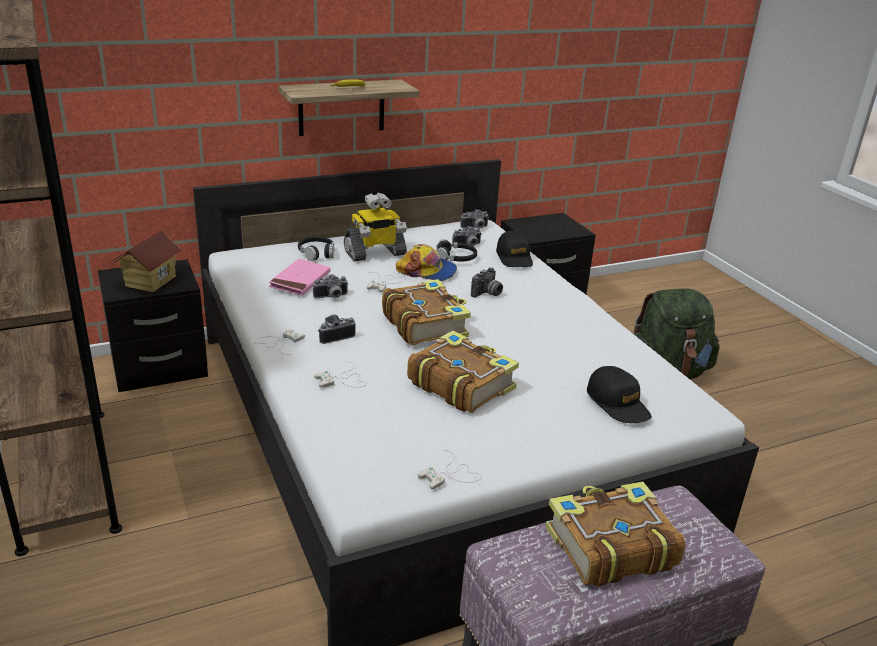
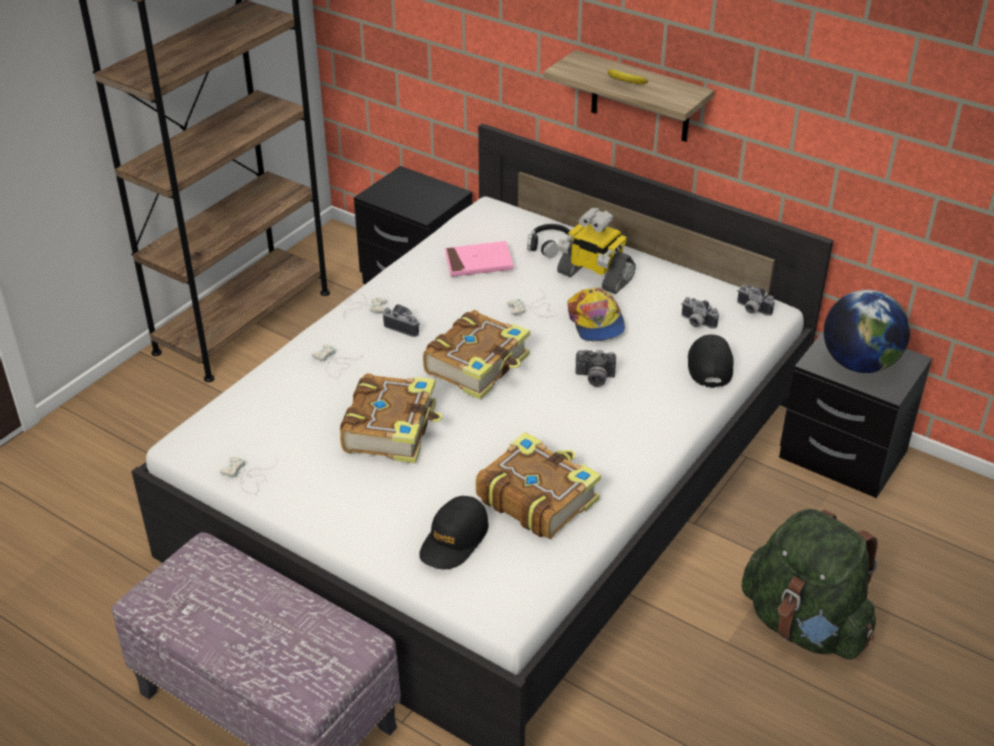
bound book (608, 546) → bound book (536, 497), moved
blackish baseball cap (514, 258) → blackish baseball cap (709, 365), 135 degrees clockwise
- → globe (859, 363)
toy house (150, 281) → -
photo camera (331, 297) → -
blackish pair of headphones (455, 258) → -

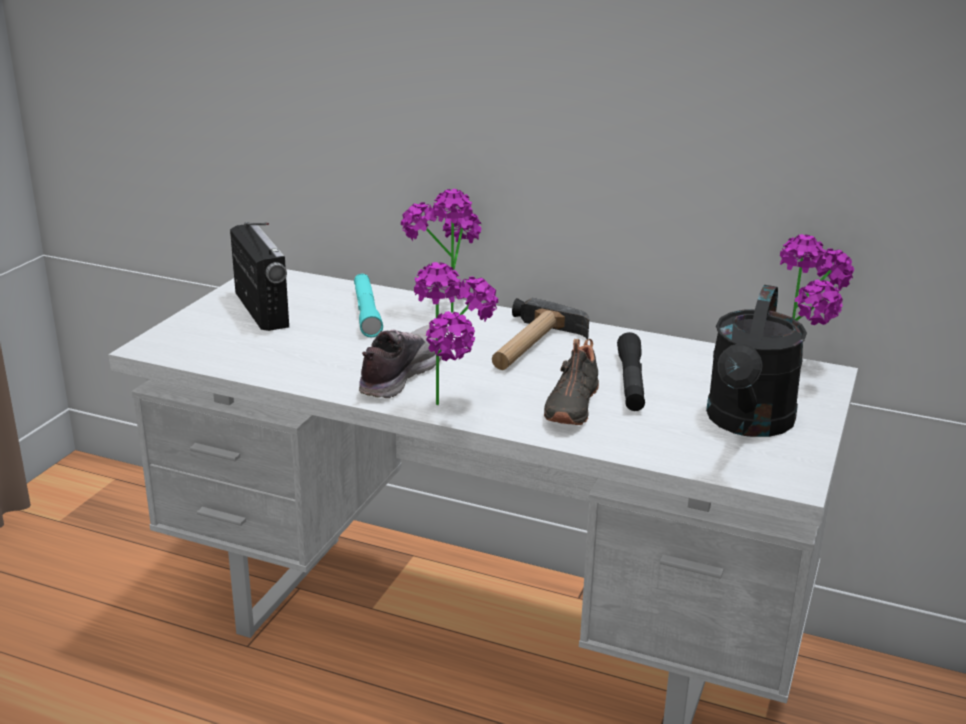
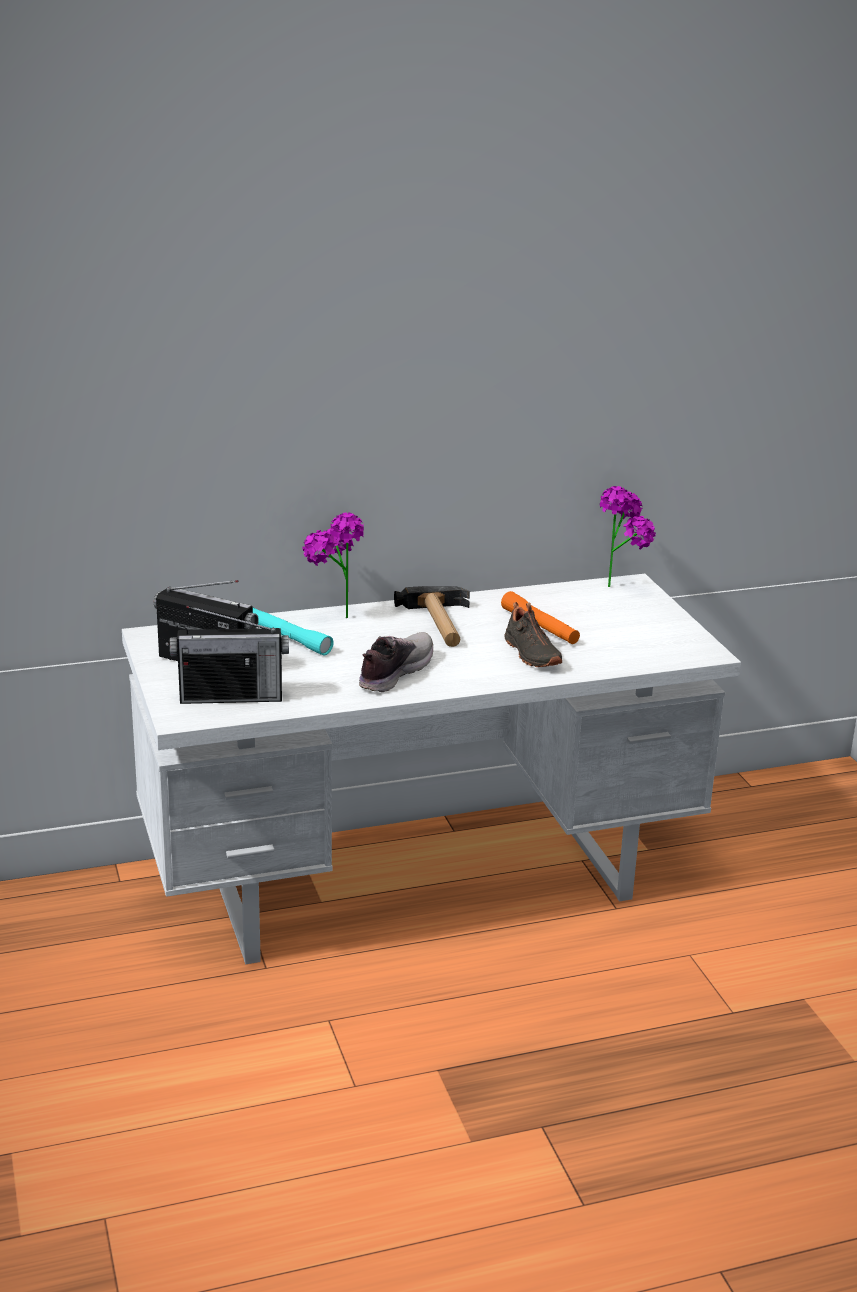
- → radio (231, 697)
low shoe (399, 374) → low shoe (393, 673), 45 degrees clockwise
blackish torch (631, 382) → orange-coloured torch (540, 627)
houseplant (455, 407) → -
blackish watering can (747, 423) → -

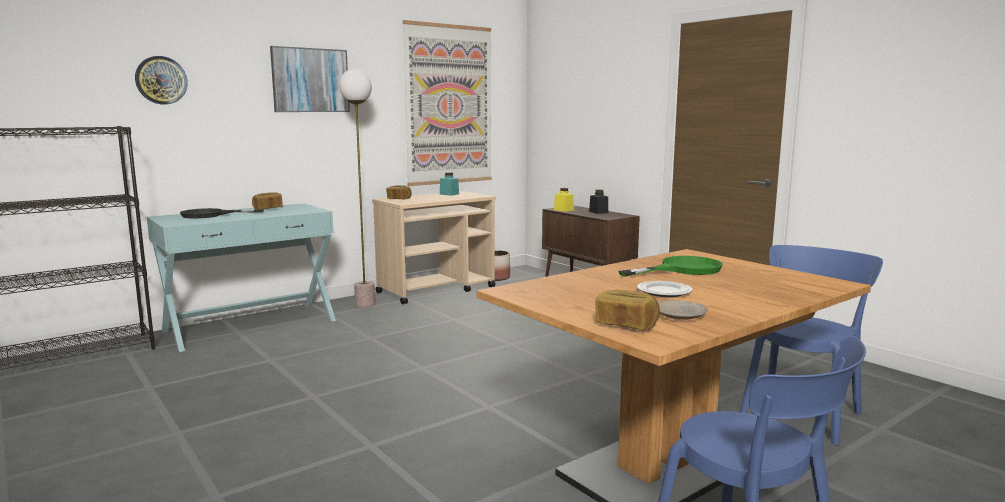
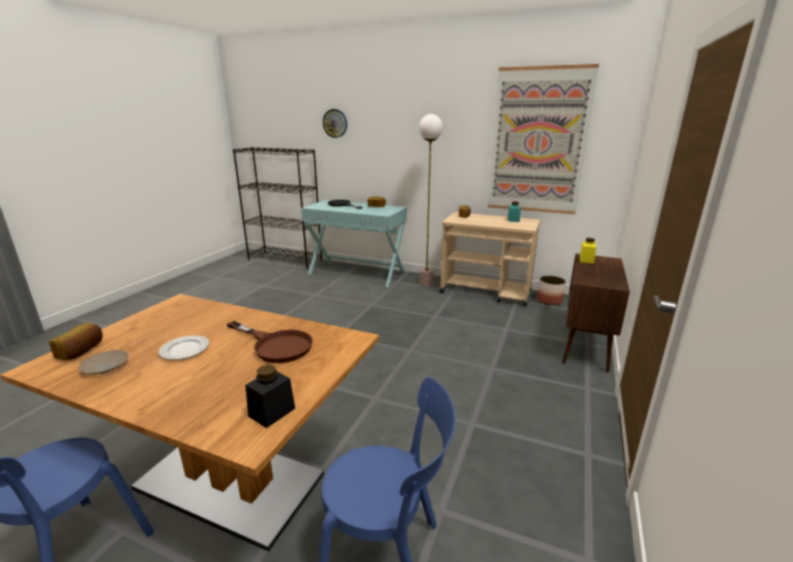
greenish skillet (682, 269) → brown-coloured skillet (276, 345)
blackish storage jar (598, 212) → blackish storage jar (272, 412), moved
wall art (310, 80) → -

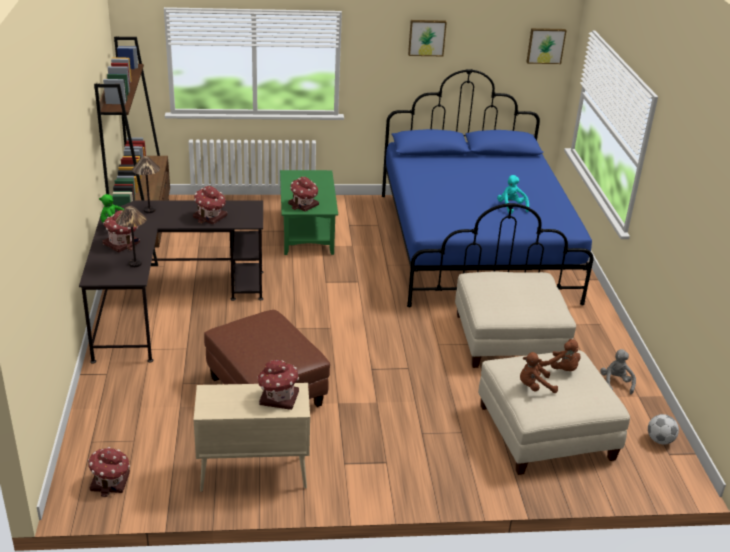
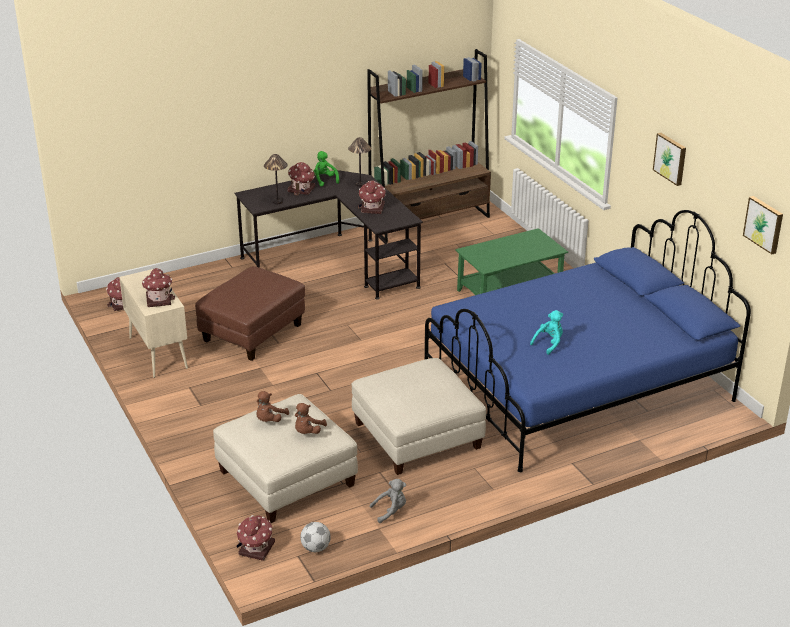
toy house (304, 205) → toy house (256, 549), moved
brown-coloured cuddly toy (534, 387) → brown-coloured cuddly toy (269, 420), 120 degrees counterclockwise

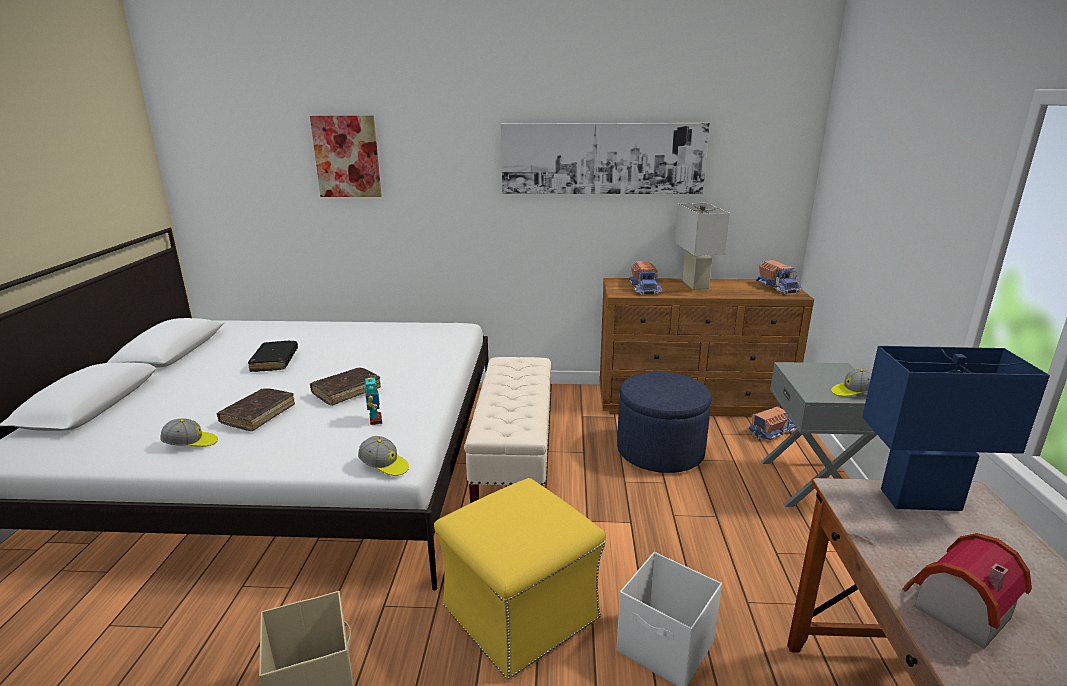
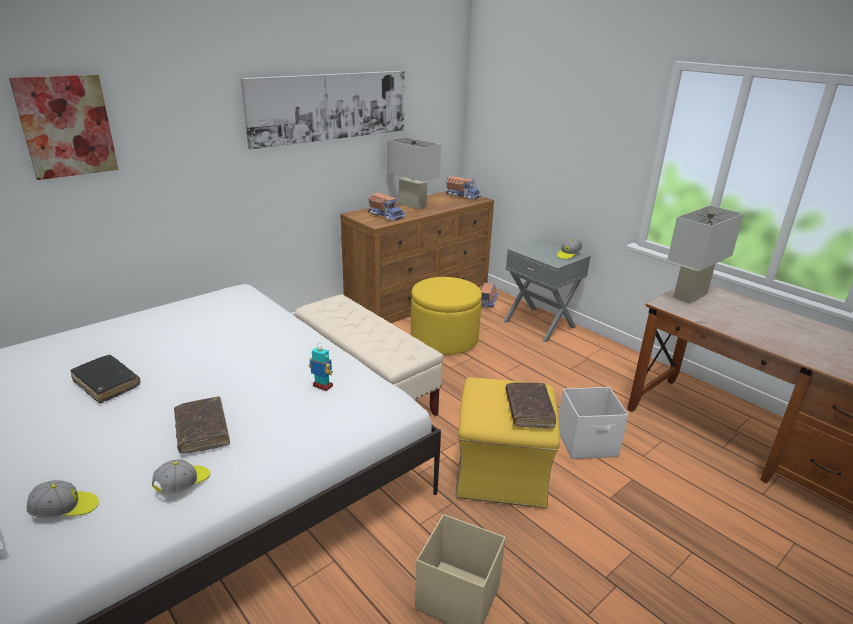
baseball cap (384, 466) → baseball cap (65, 509), moved
bluish pouffe (660, 451) → yellow-coloured pouffe (444, 339)
brown-coloured bound book (346, 391) → brown-coloured bound book (529, 410), moved
bluish lamp for a table (920, 500) → white lamp for a table (690, 296)
toy house (954, 609) → -

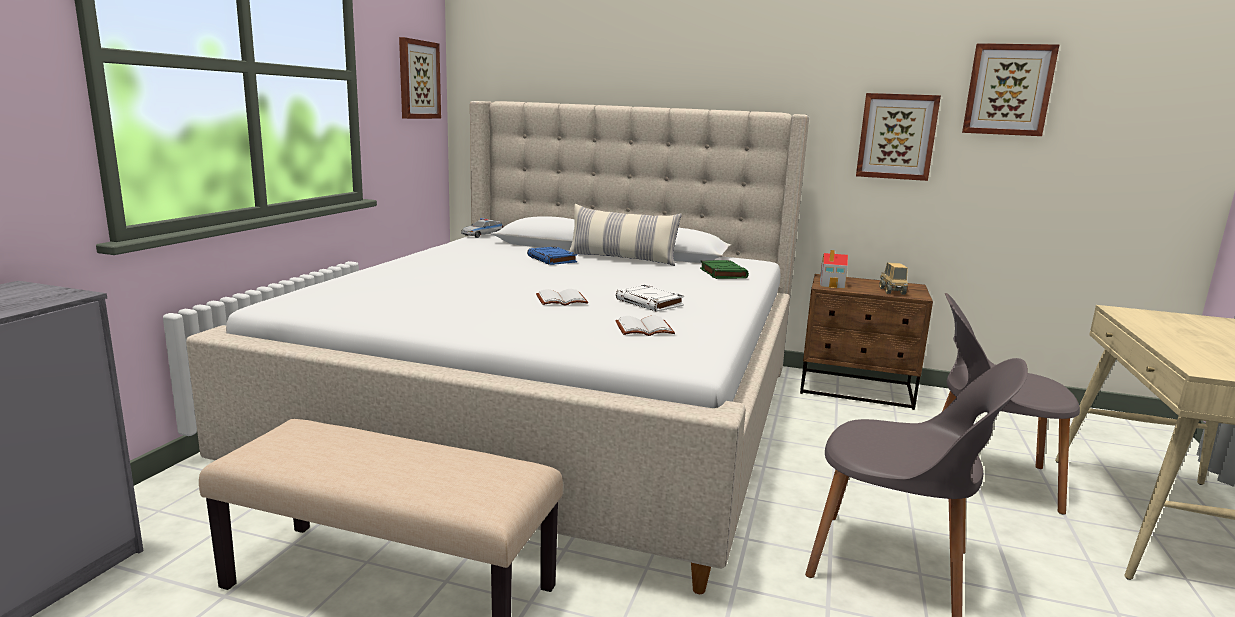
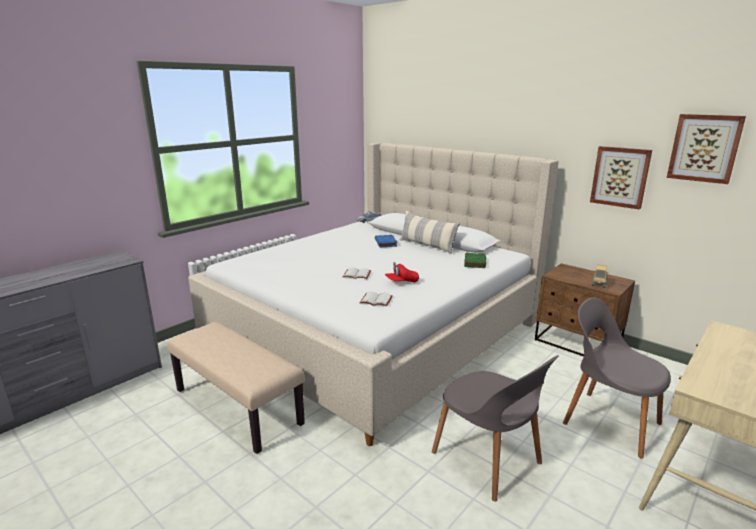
white bound book (650, 303) → reddish baseball cap (402, 282)
wall art (418, 79) → -
toy house (832, 285) → -

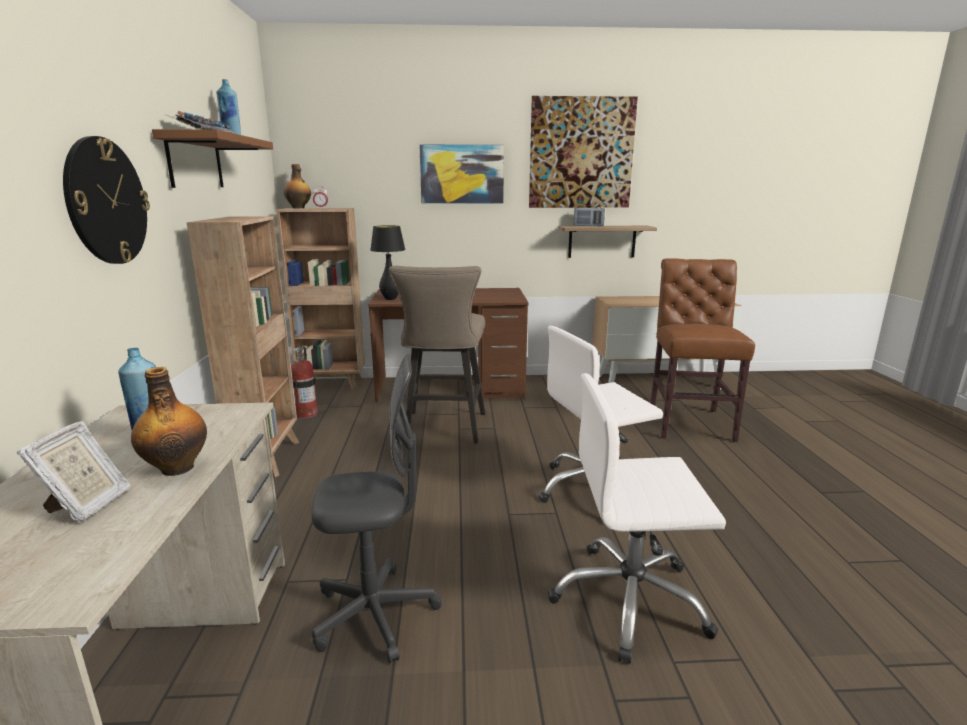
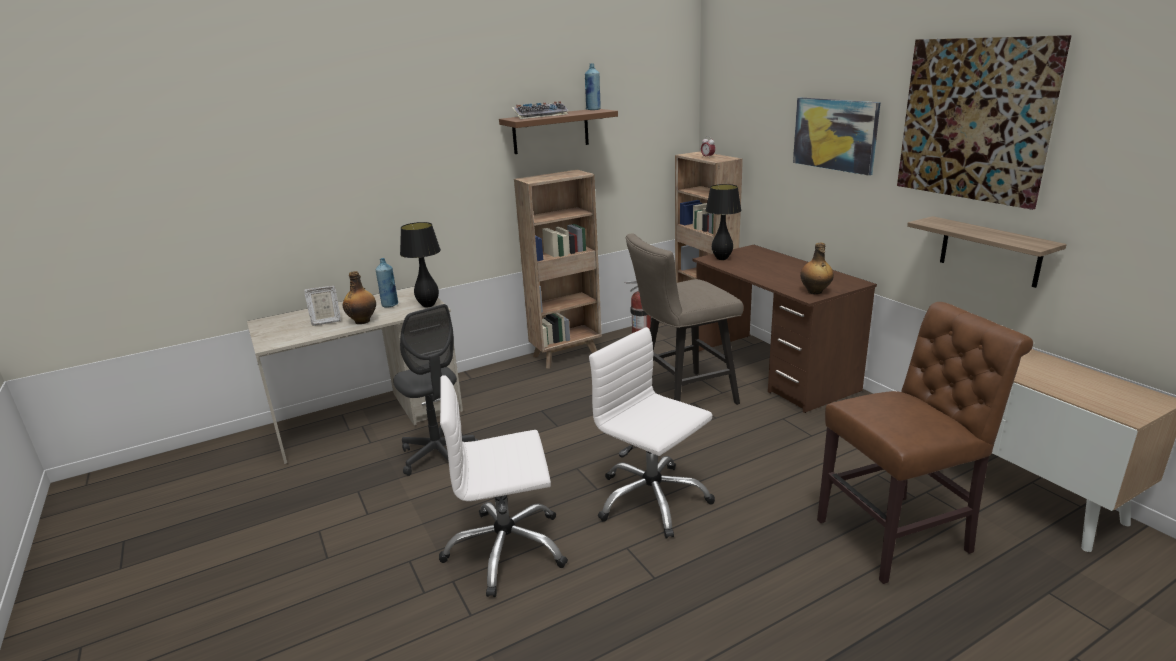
- → blackish lamp for a table (428, 305)
white desk chair (629, 600) → white desk chair (506, 549), 75 degrees counterclockwise
drink bottle (299, 208) → drink bottle (815, 292), moved
wall clock (106, 201) → -
radio (588, 226) → -

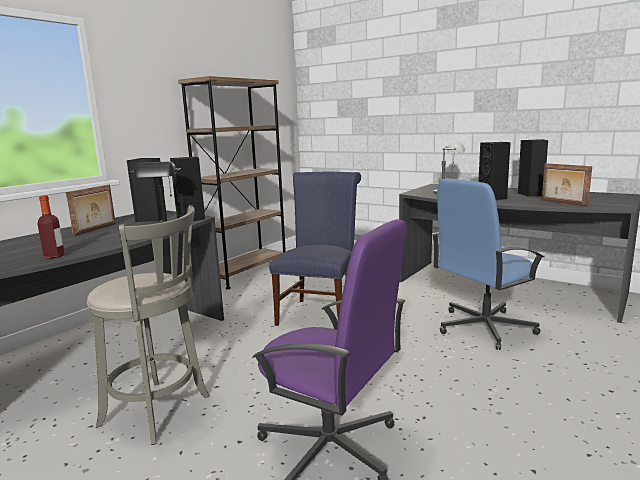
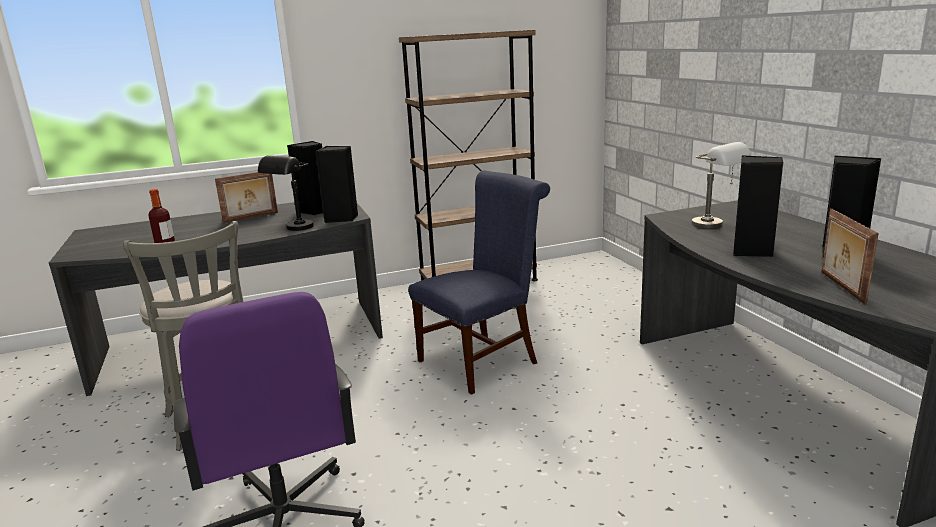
bluish desk chair (483, 327) → -

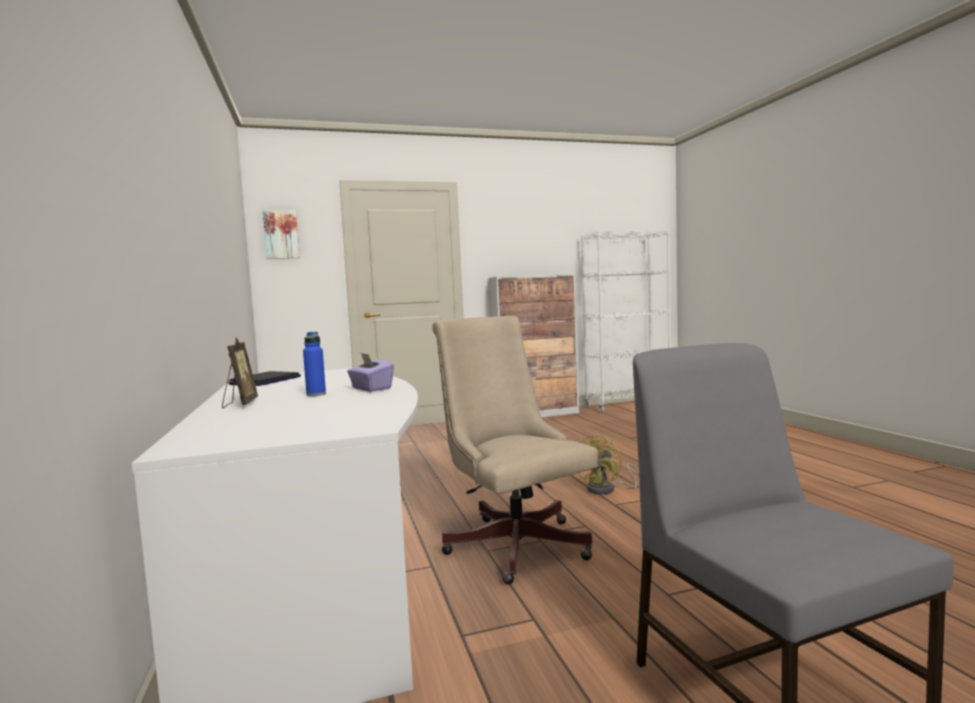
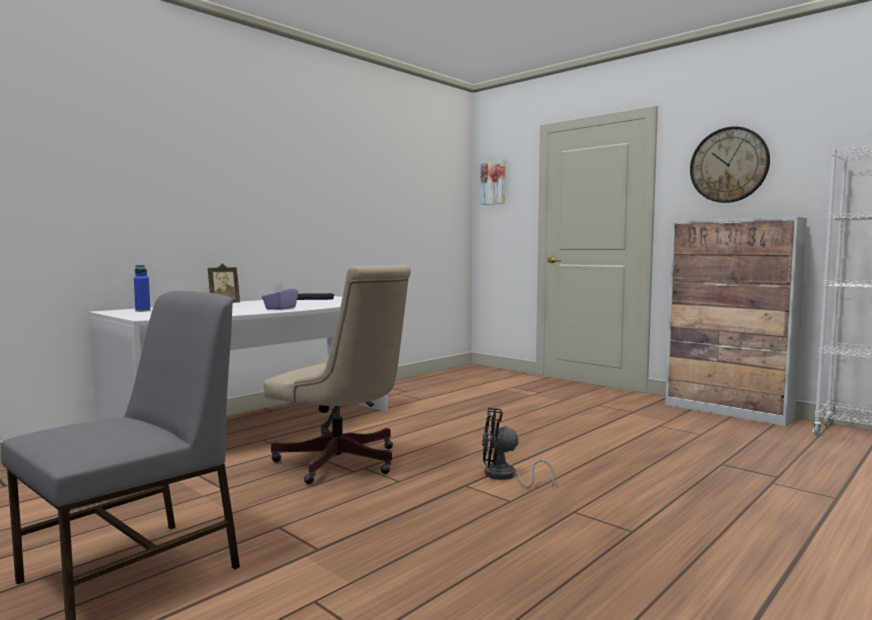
bluish drink bottle (316, 394) → bluish drink bottle (142, 311), moved
beige-coloured desk chair (513, 542) → beige-coloured desk chair (344, 463), 90 degrees clockwise
yellow-coloured cooling fan (607, 489) → blackish cooling fan (505, 477)
- → wall clock (729, 165)

